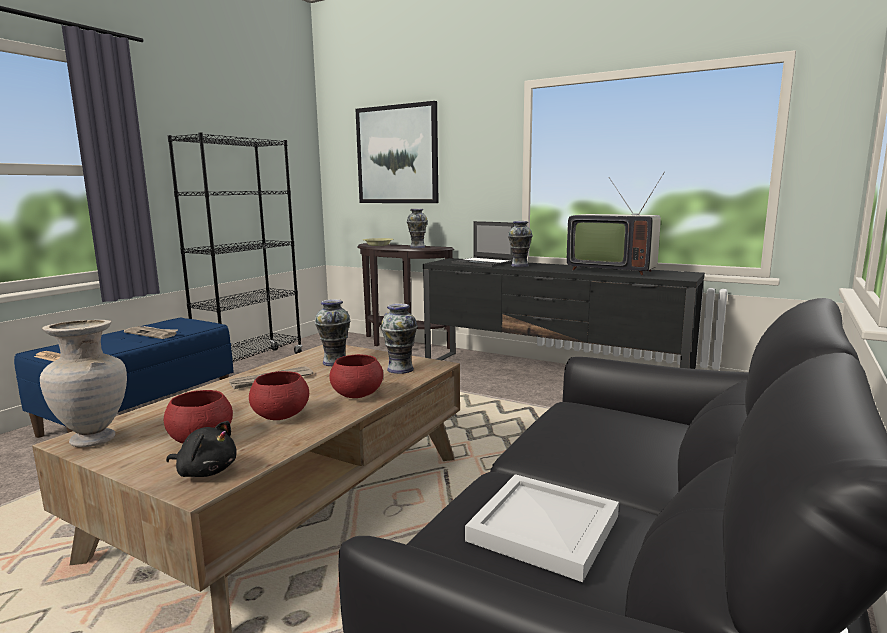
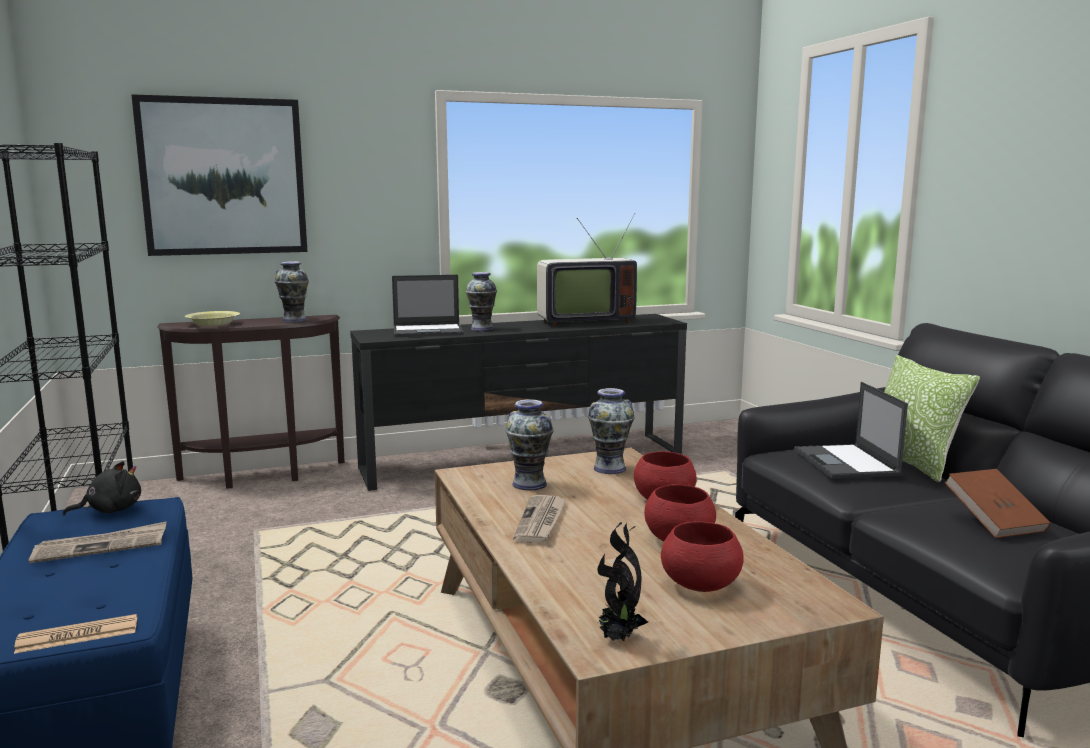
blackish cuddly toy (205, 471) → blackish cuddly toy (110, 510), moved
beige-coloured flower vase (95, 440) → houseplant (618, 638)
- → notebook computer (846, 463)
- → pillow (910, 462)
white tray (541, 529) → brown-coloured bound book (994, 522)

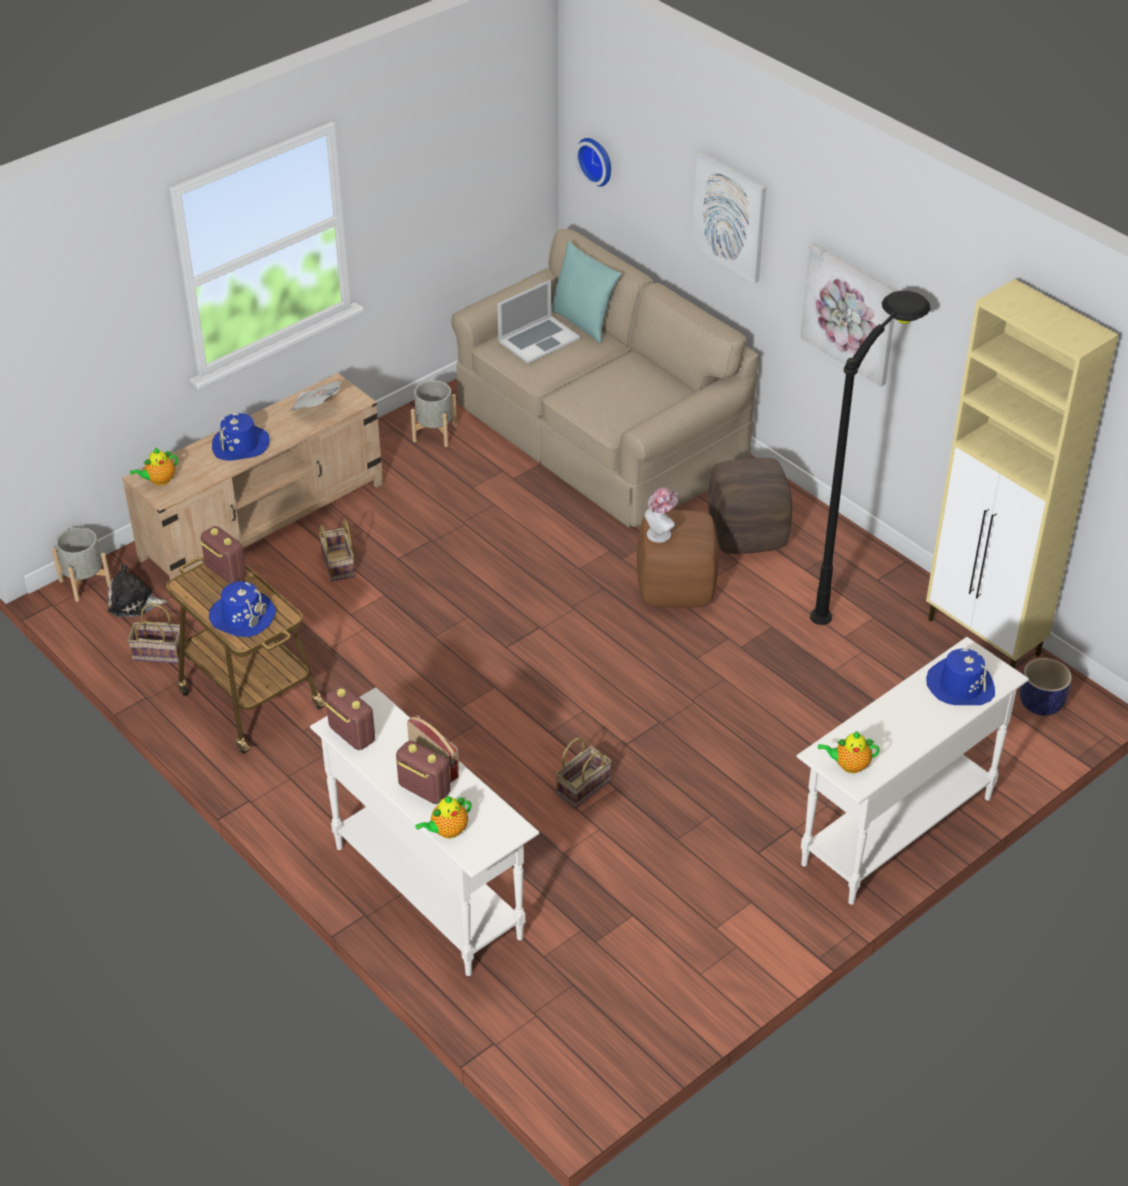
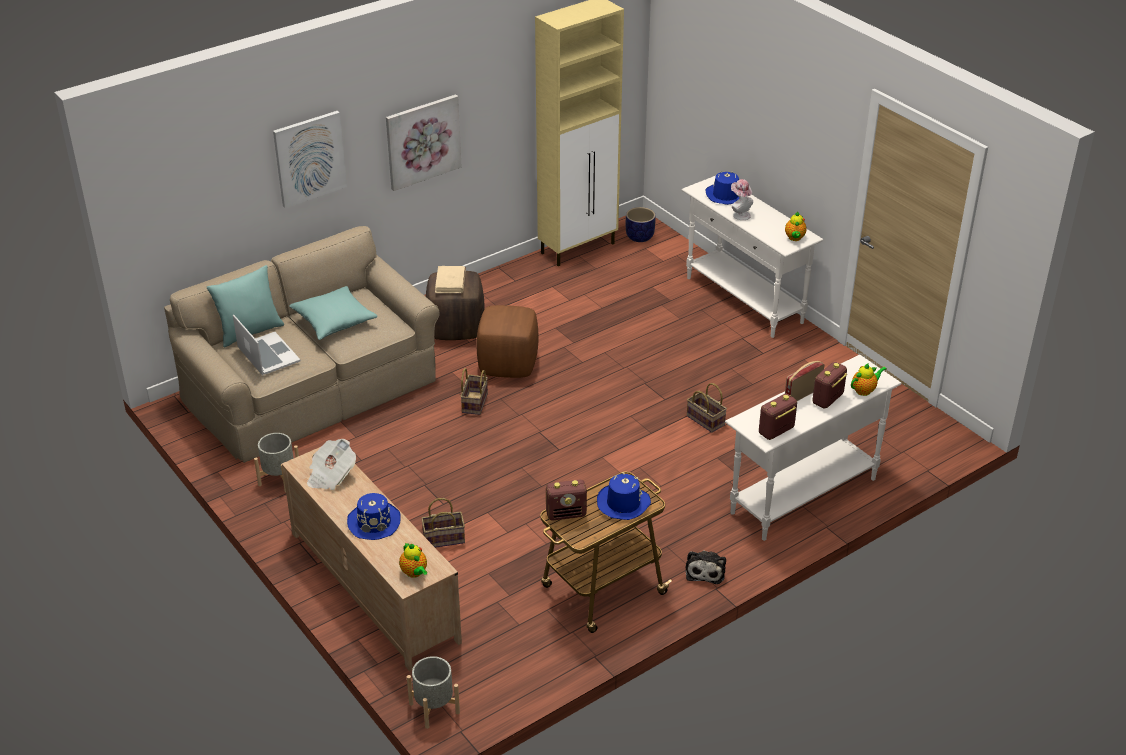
- → turquoise-coloured pillow (334, 321)
- → beige-coloured bound book (450, 282)
storage basket (160, 652) → storage basket (474, 402), moved
radio (225, 572) → radio (566, 514), 150 degrees counterclockwise
cuddly toy (133, 603) → cuddly toy (705, 570), moved
wearable hat (661, 532) → wearable hat (739, 214), moved
pot for tea (447, 831) → pot for tea (864, 390), 90 degrees counterclockwise
wall clock (597, 160) → -
blackish standard lamp (856, 581) → -

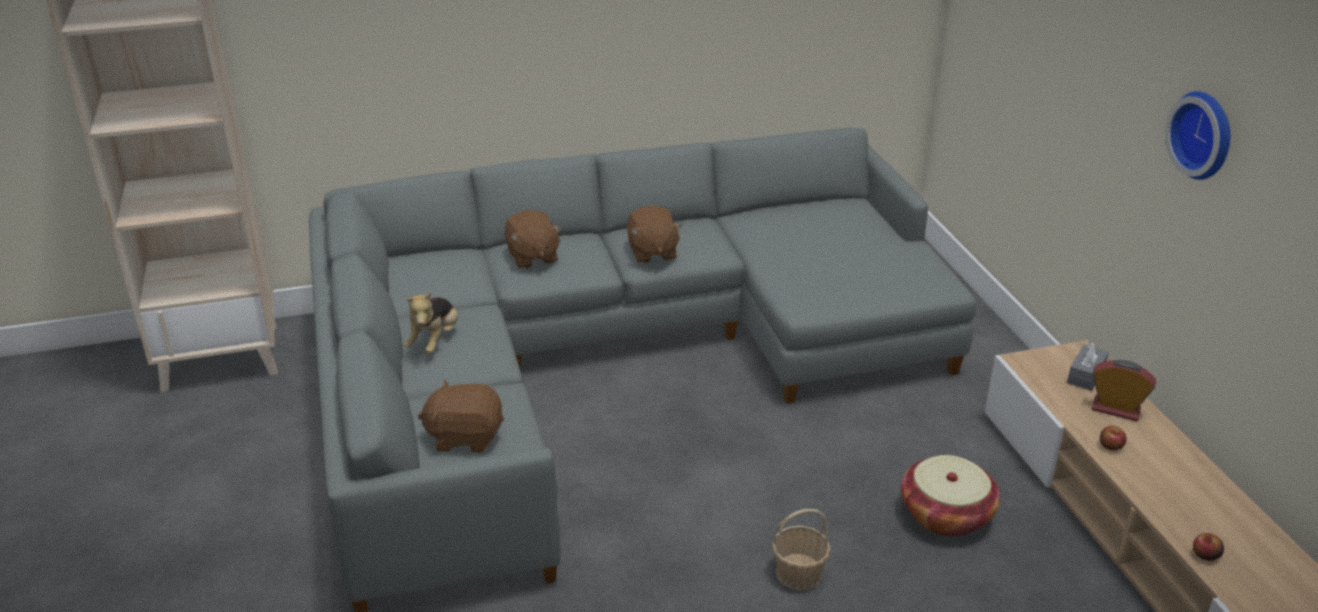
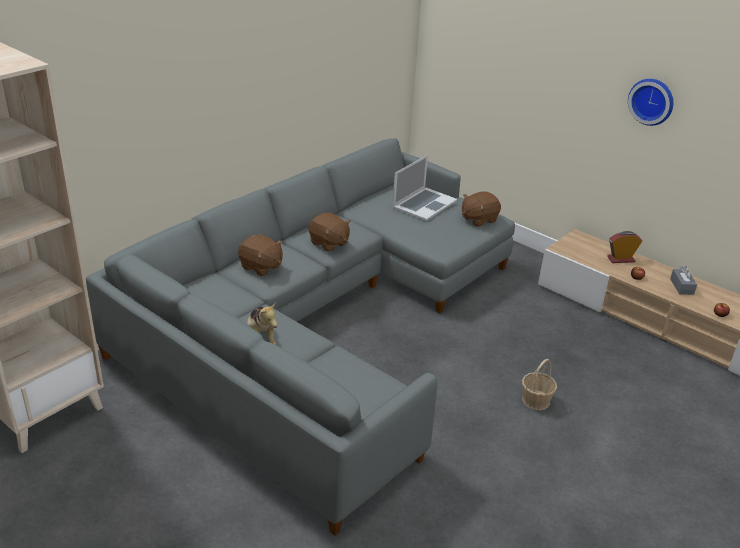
- → notebook computer (424, 204)
brown-coloured cuddly toy (465, 436) → brown-coloured cuddly toy (478, 219), moved
gray box of tissues (1085, 375) → gray box of tissues (681, 286), moved
storage basket (946, 515) → -

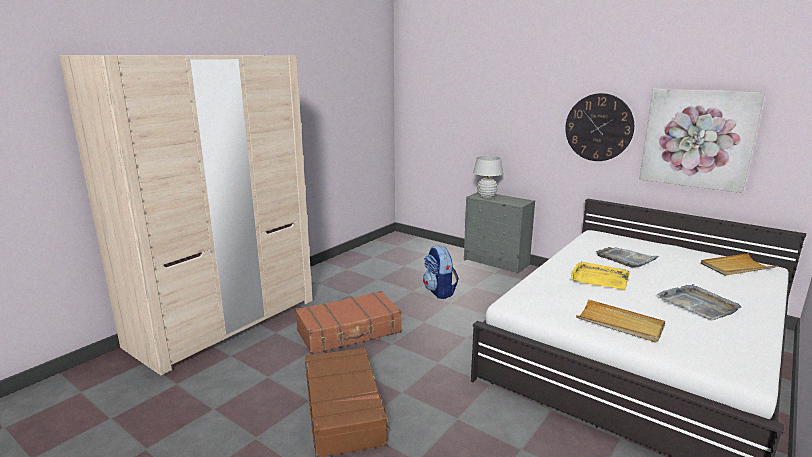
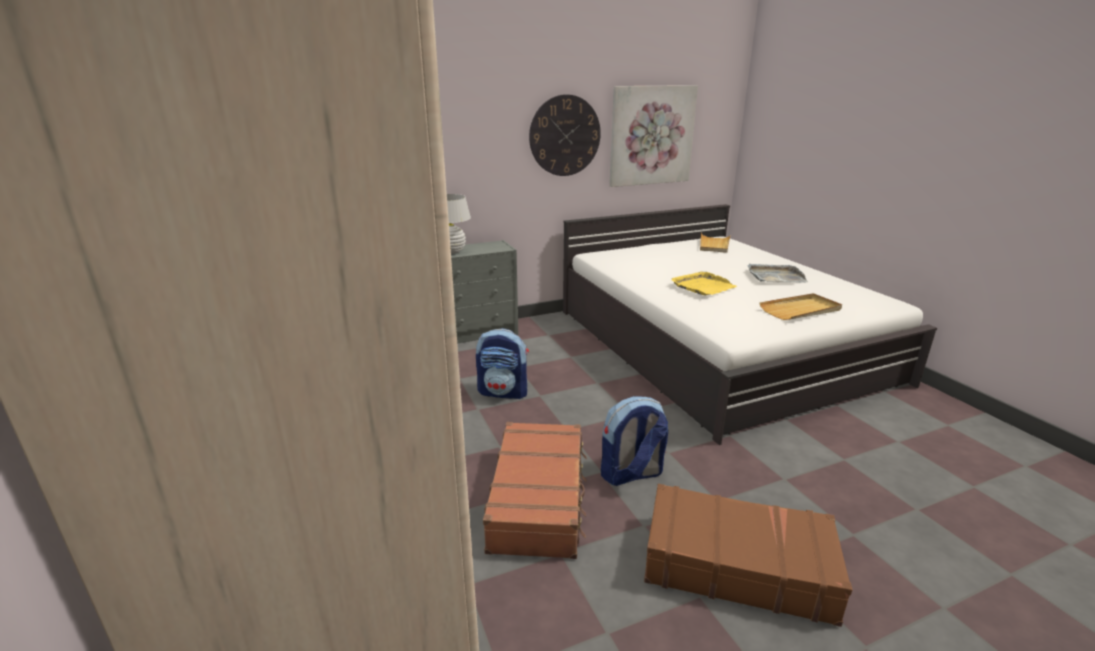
- → rucksack (631, 474)
gray tray (626, 258) → -

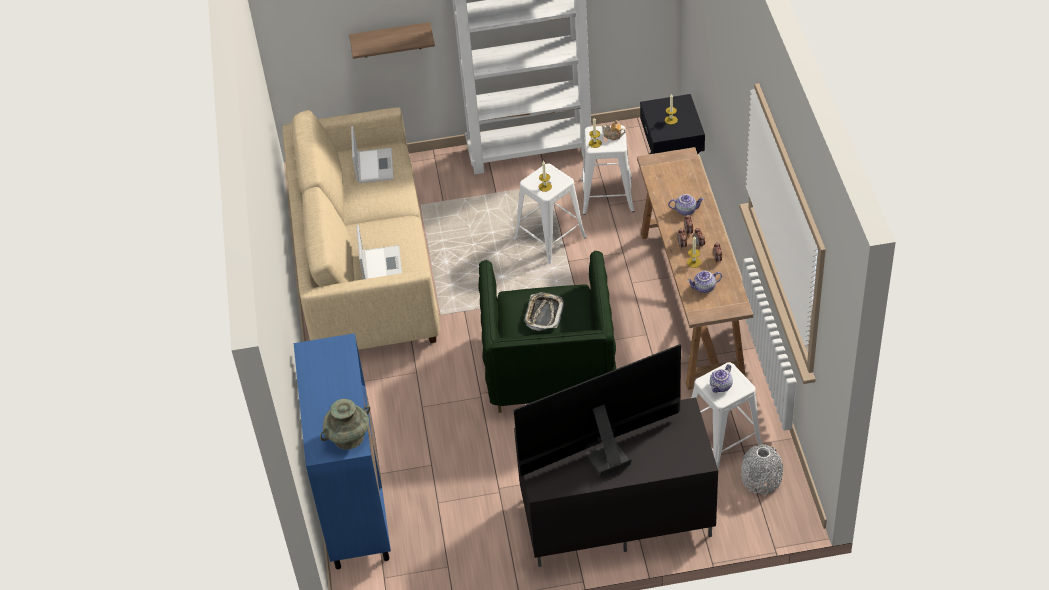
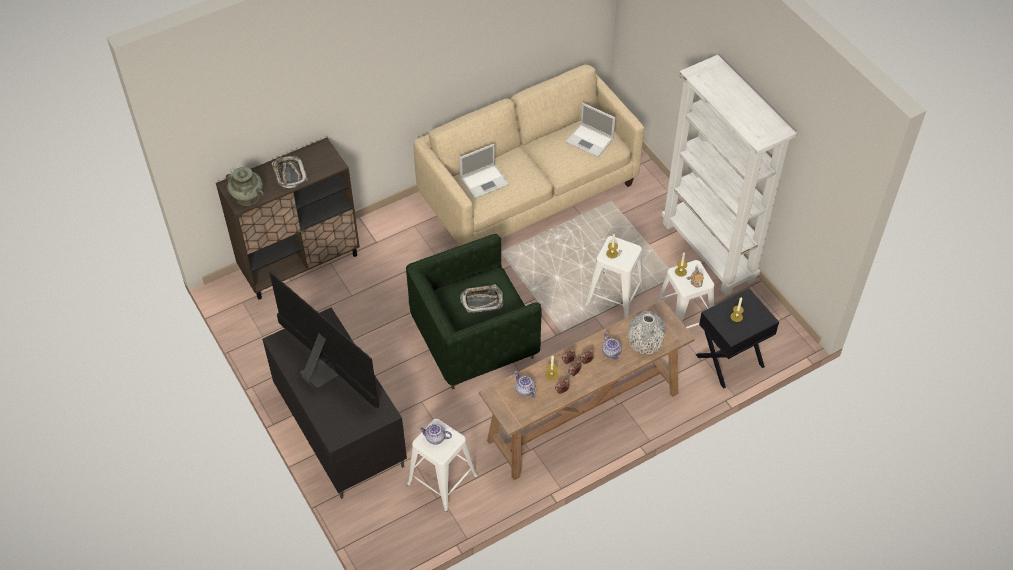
bluish storage cabinet (355, 505) → brown-coloured storage cabinet (300, 263)
- → tray (289, 174)
notebook computer (374, 165) → notebook computer (590, 141), 60 degrees clockwise
gray flower vase (761, 479) → gray flower vase (645, 340), moved
wall shelf (391, 40) → -

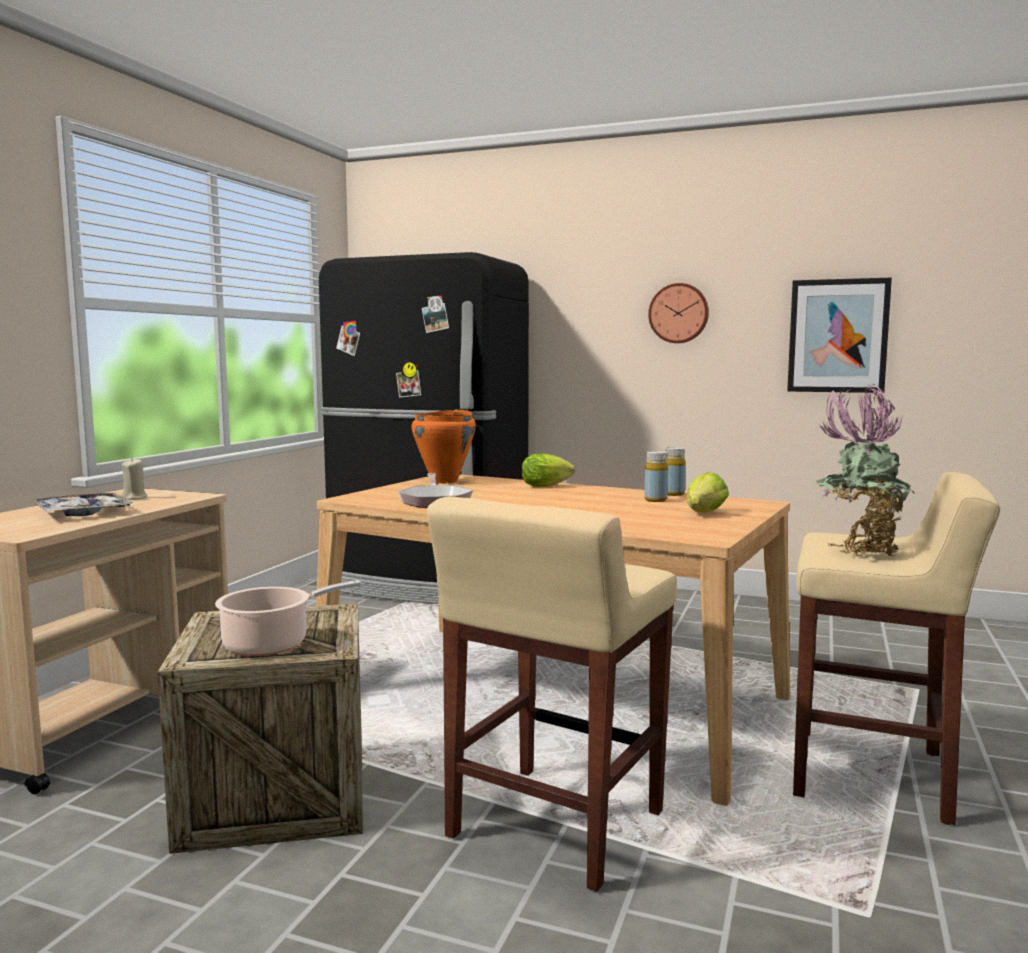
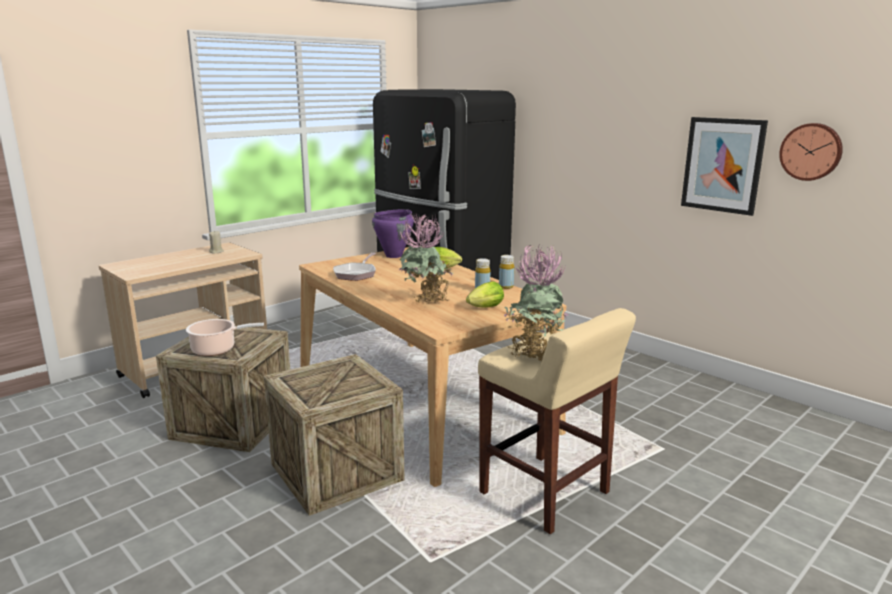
beige-coloured stool seat (554, 825) → packing crate (336, 472)
orange-coloured cooking pot (445, 481) → purplish cooking pot (394, 256)
- → houseplant (427, 304)
wall clock (678, 313) → wall clock (811, 151), moved
tray (83, 513) → -

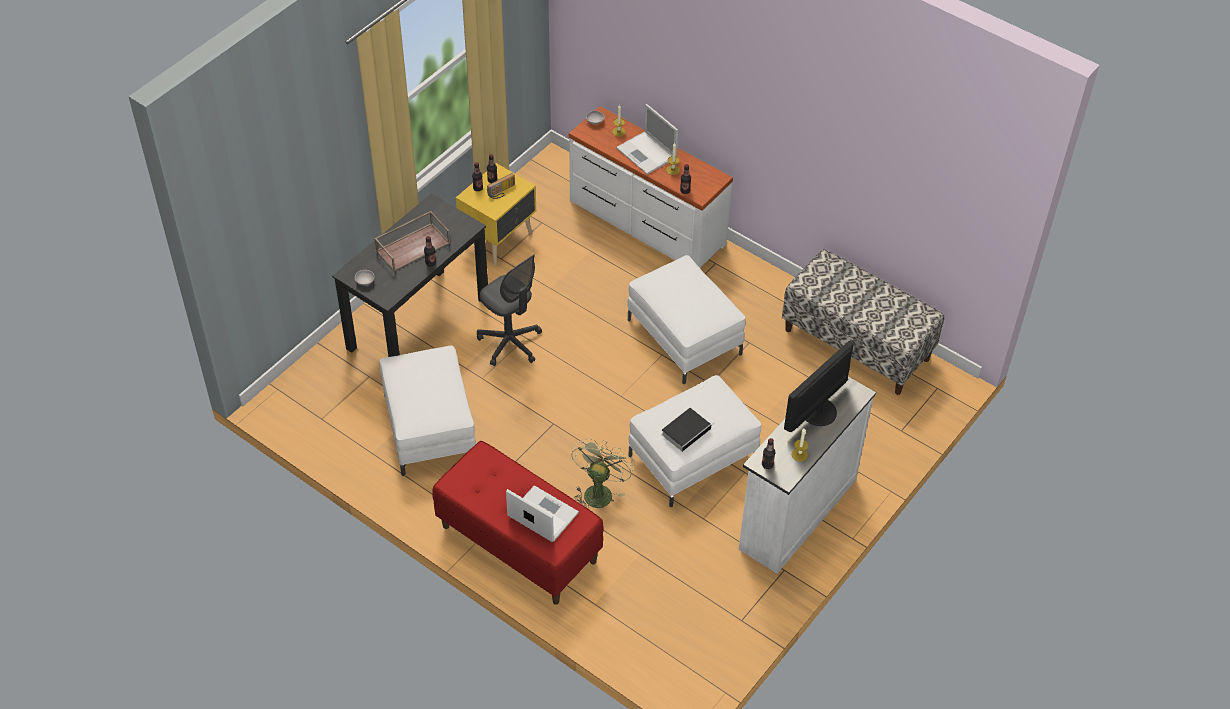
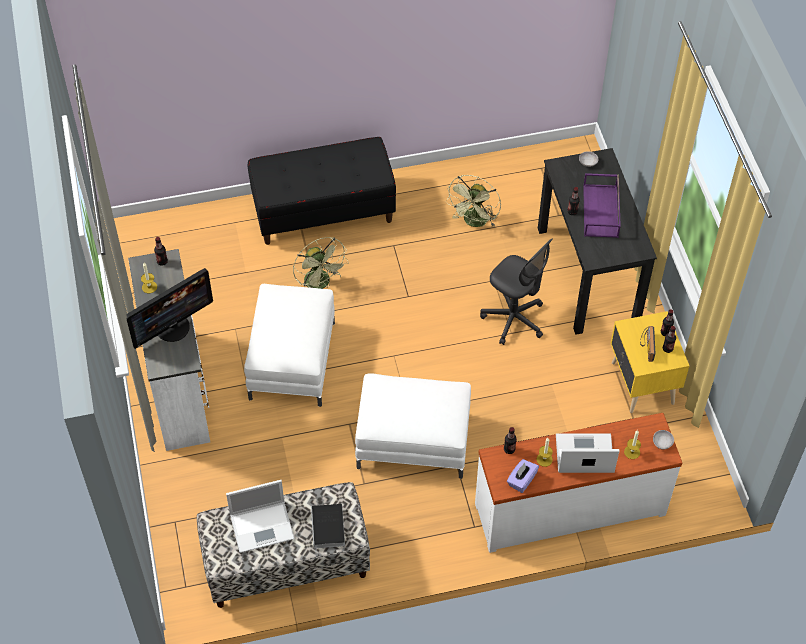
computer screen (817, 411) → computer screen (172, 327), 60 degrees clockwise
notebook computer (541, 514) → notebook computer (263, 526), moved
reddish long seat (518, 544) → blackish long seat (323, 211)
bound book (686, 430) → bound book (328, 529), moved
white pouffe (429, 427) → greenish cooling fan (474, 222)
gray desk chair (510, 343) → gray desk chair (514, 319), 135 degrees counterclockwise
- → purplish box of tissues (521, 480)
brown-coloured tray (413, 246) → purplish tray (601, 211)

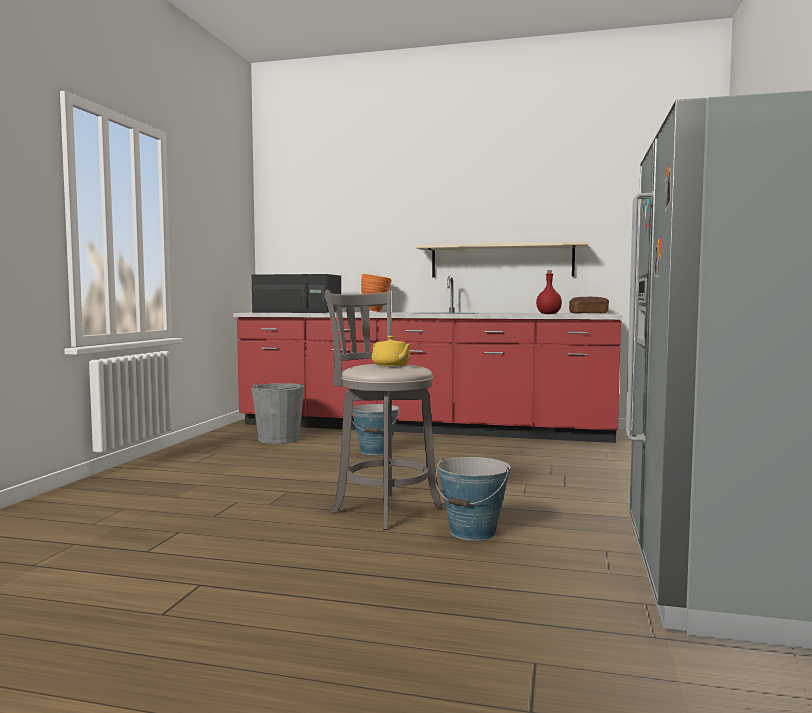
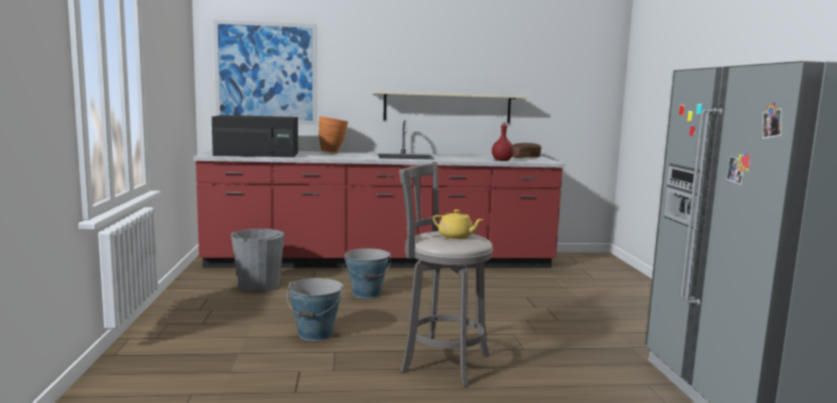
- → wall art (266, 73)
pail (473, 532) → pail (316, 334), moved

